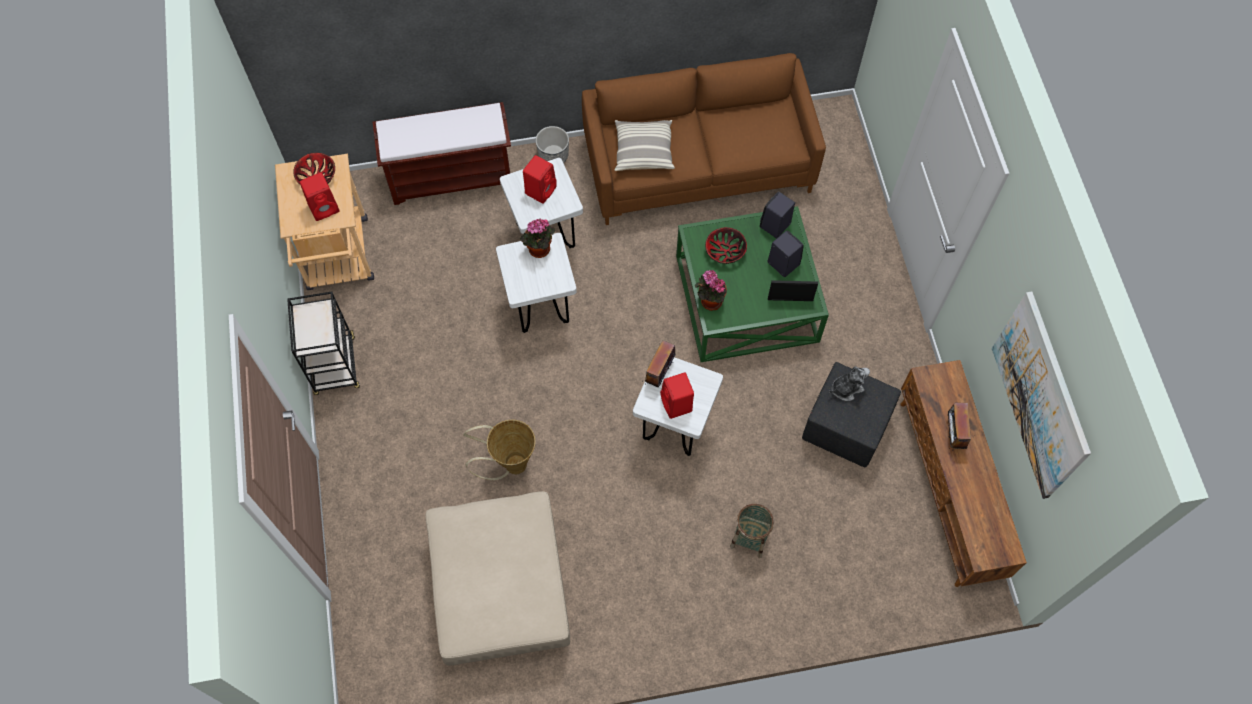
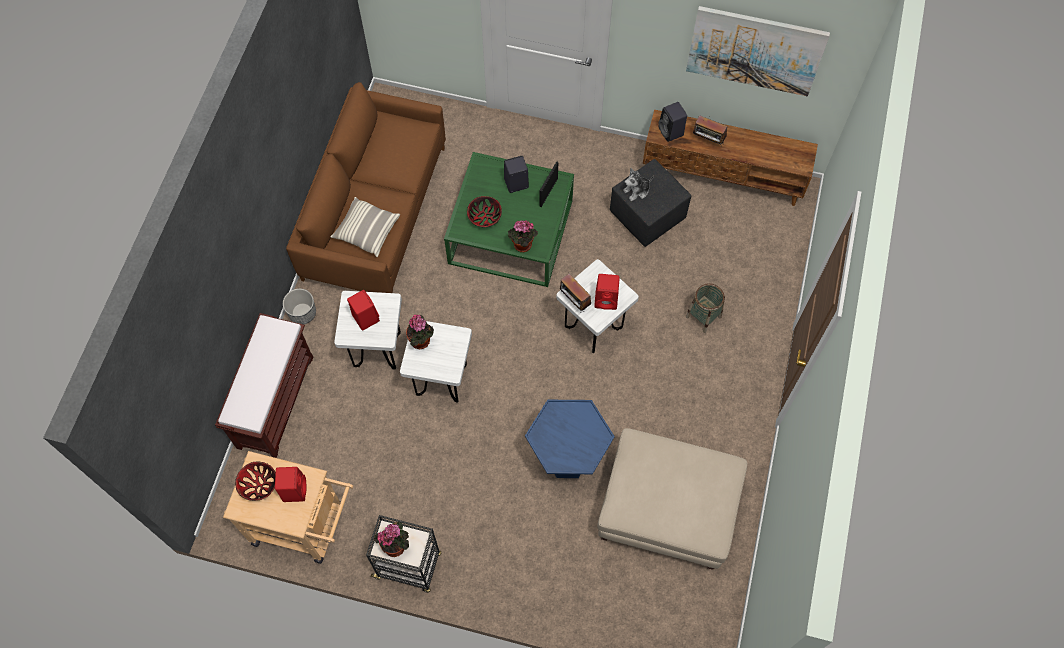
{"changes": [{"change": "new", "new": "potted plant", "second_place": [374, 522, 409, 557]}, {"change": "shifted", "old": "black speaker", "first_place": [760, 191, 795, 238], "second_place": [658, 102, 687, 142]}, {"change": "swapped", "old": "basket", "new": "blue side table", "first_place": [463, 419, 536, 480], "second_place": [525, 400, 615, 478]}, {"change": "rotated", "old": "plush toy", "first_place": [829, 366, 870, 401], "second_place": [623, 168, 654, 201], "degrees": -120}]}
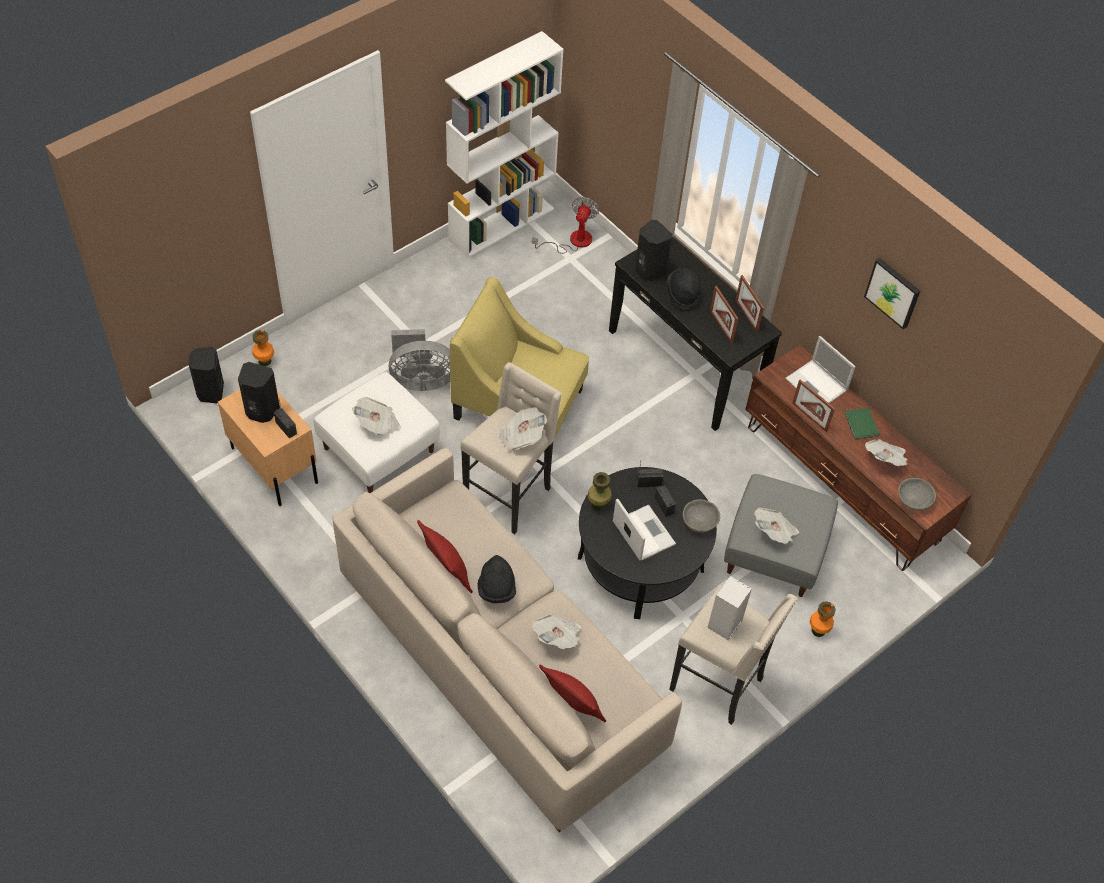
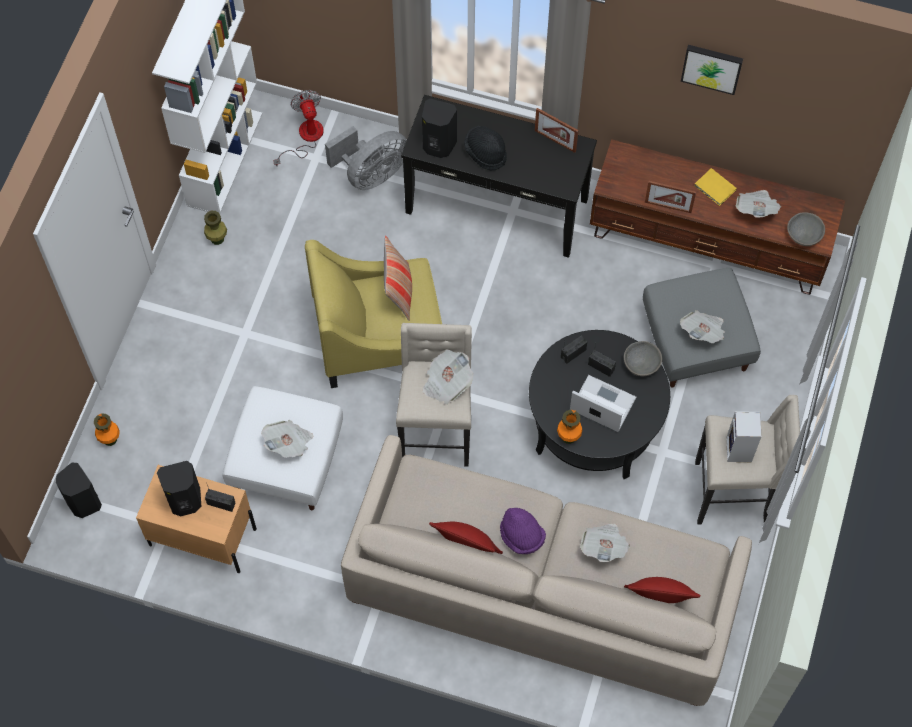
{"changes": [{"change": "gone", "old": "picture frame", "first_place": [710, 286, 739, 343]}, {"change": "gone", "old": "laptop", "first_place": [785, 336, 856, 403]}, {"change": "new", "new": "pillow", "second_place": [384, 236, 412, 321]}, {"change": "shifted", "old": "grey fan", "first_place": [389, 329, 450, 391], "second_place": [325, 126, 407, 190]}, {"change": "shifted", "old": "green vase", "first_place": [588, 472, 612, 510], "second_place": [204, 211, 227, 245]}, {"change": "shifted", "old": "orange vase", "first_place": [810, 601, 836, 637], "second_place": [557, 410, 582, 444]}, {"change": "repainted", "old": "black hat", "new": "purple hat", "first_place": [478, 555, 516, 603], "second_place": [500, 508, 546, 554]}, {"change": "repainted", "old": "green book", "new": "yellow book", "first_place": [844, 408, 880, 440], "second_place": [694, 168, 737, 206]}]}
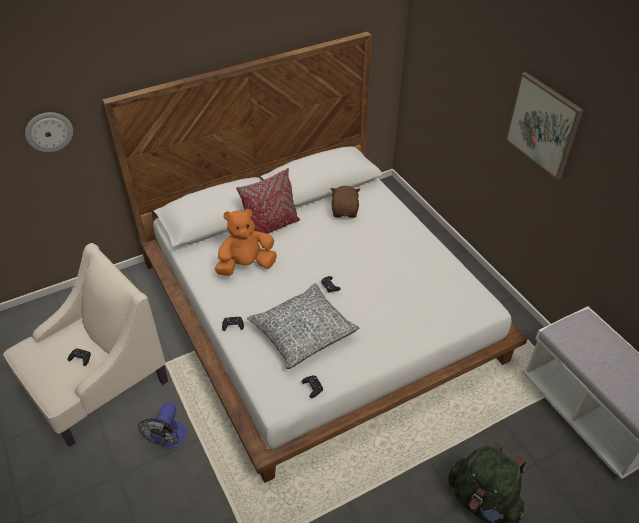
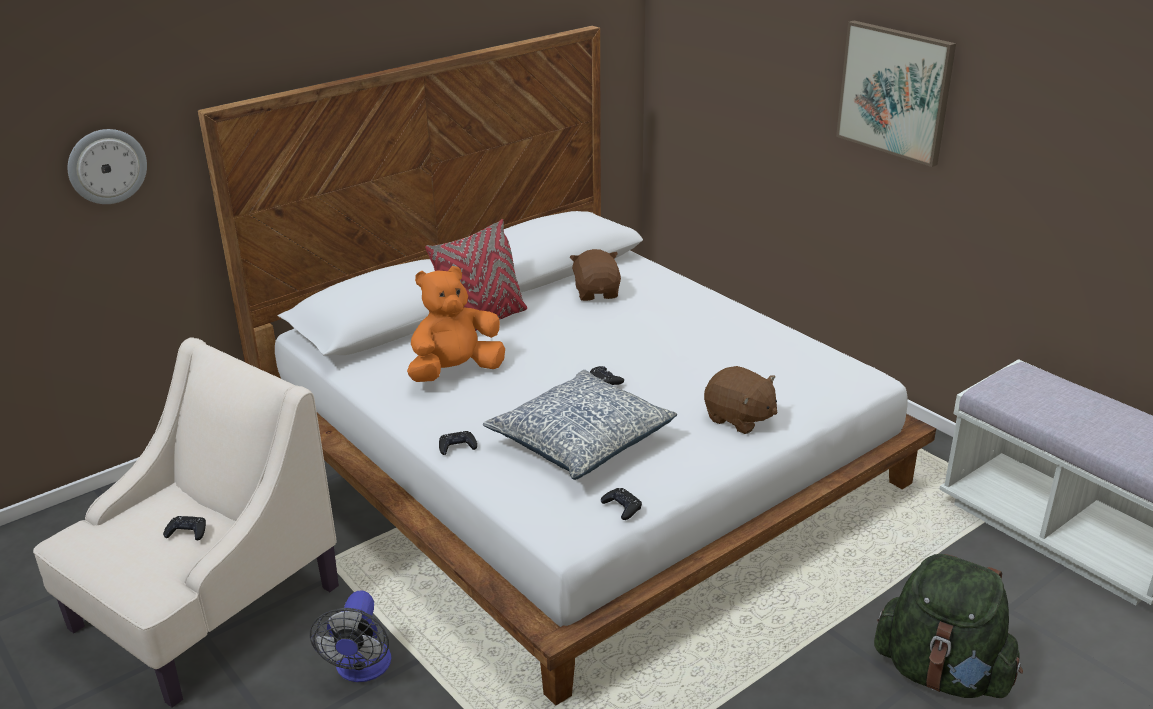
{"changes": [{"change": "new", "new": "brown plush toy", "second_place": [704, 366, 777, 434]}]}
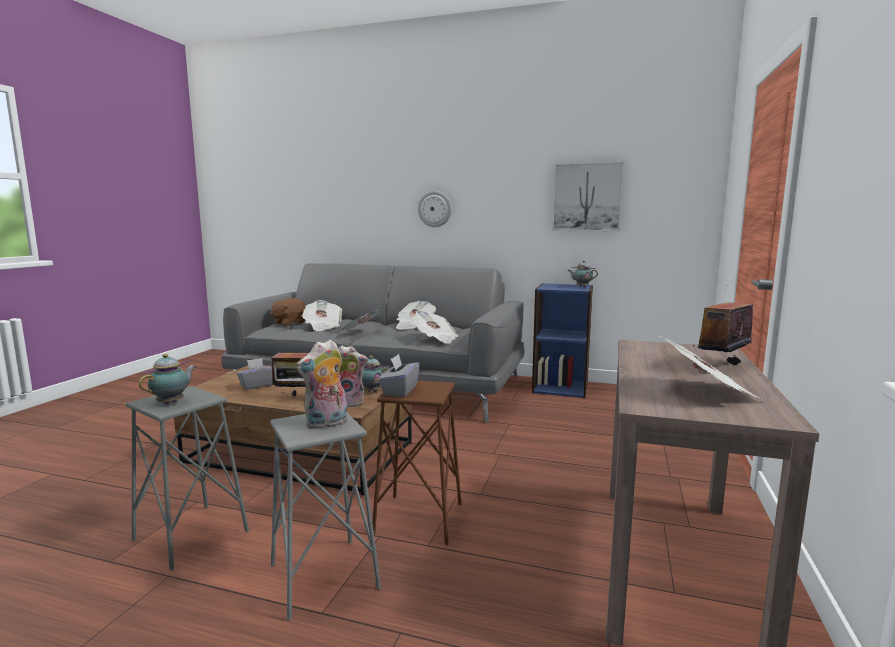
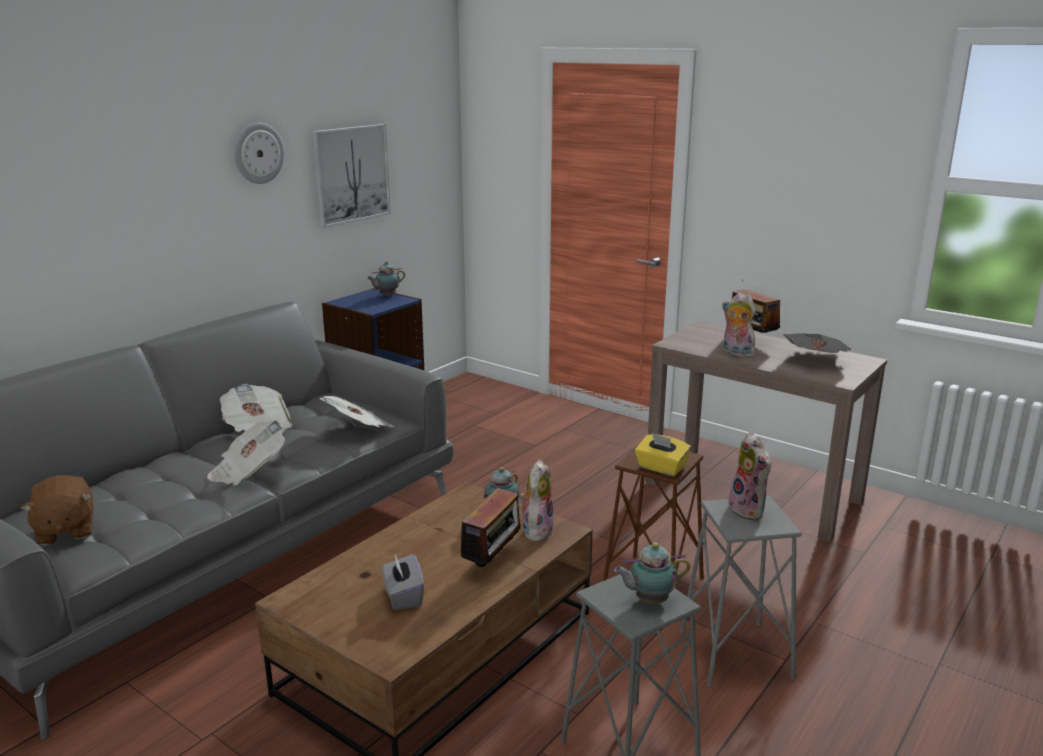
{"changes": [{"change": "gone", "old": "newspaper", "first_place": [302, 300, 342, 331]}, {"change": "new", "new": "plush toy", "second_place": [722, 293, 756, 357]}, {"change": "shifted", "old": "wall clock", "first_place": [418, 191, 452, 227], "second_place": [234, 123, 284, 184]}, {"change": "repainted", "old": "grey tissue box", "new": "yellow tissue box", "first_place": [379, 354, 420, 397], "second_place": [635, 433, 691, 476]}, {"change": "rotated", "old": "teapot", "first_place": [139, 354, 196, 405], "second_place": [614, 542, 690, 604], "degrees": -60}]}
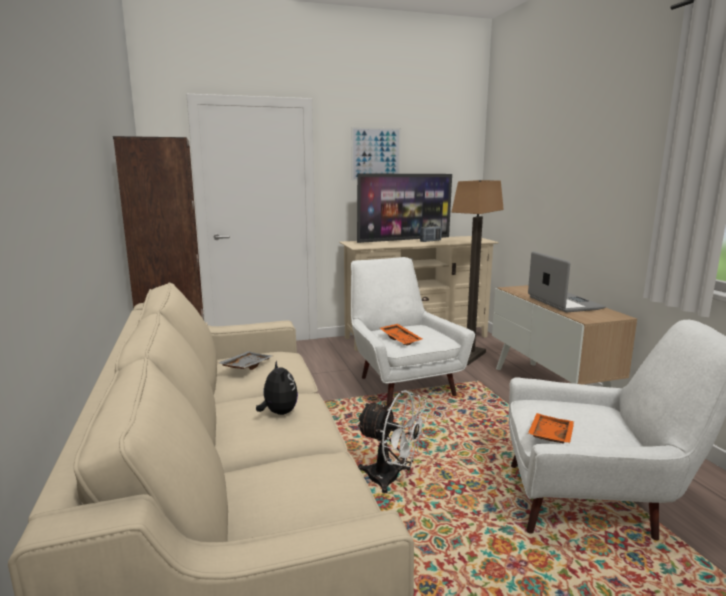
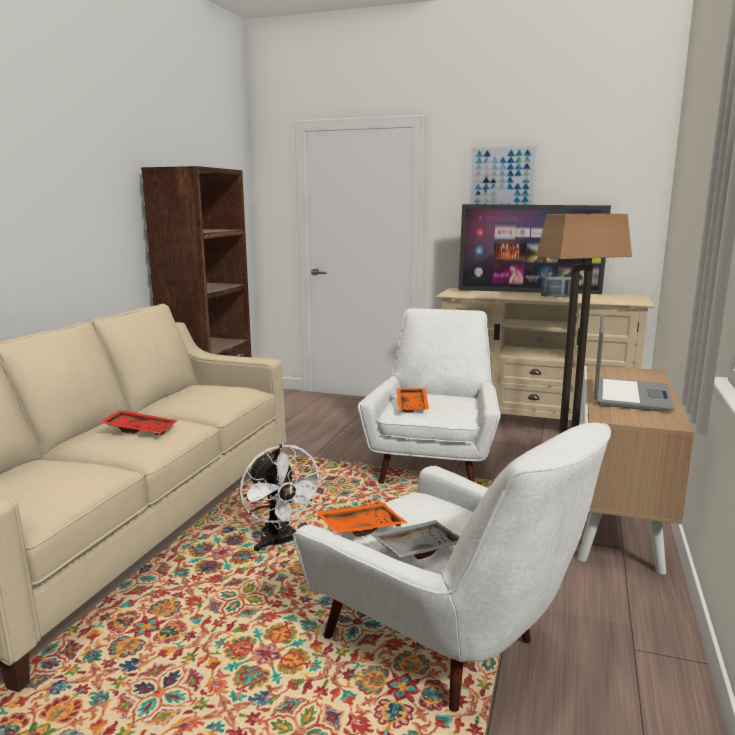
{"changes": [{"change": "shifted", "old": "grey tray", "first_place": [218, 351, 272, 370], "second_place": [370, 520, 460, 559]}, {"change": "swapped", "old": "plush toy", "new": "red tray", "first_place": [256, 360, 298, 415], "second_place": [101, 410, 177, 435]}]}
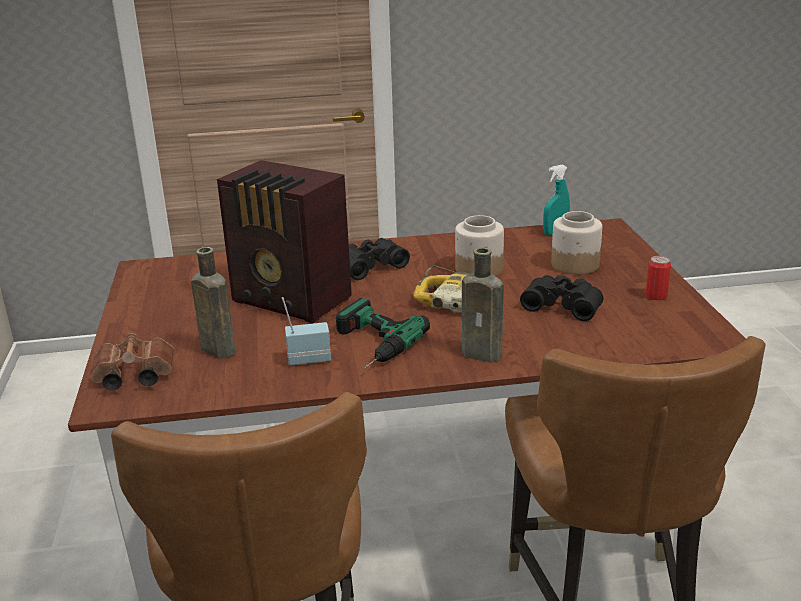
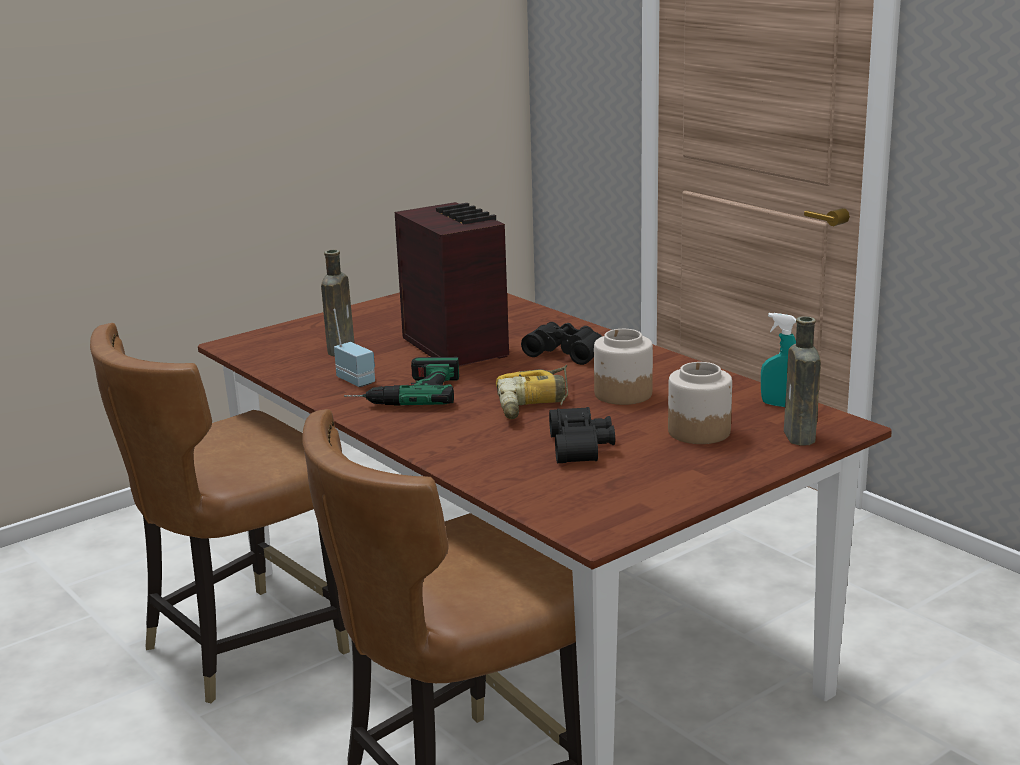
{"changes": [{"change": "gone", "old": "brown binoculars", "first_place": [91, 333, 174, 390]}, {"change": "gone", "old": "can", "first_place": [646, 256, 671, 300]}, {"change": "shifted", "old": "brown bottle", "first_place": [462, 248, 504, 363], "second_place": [784, 316, 821, 446]}, {"change": "rotated", "old": "radio", "first_place": [217, 160, 352, 323], "second_place": [395, 202, 509, 366], "degrees": 150}]}
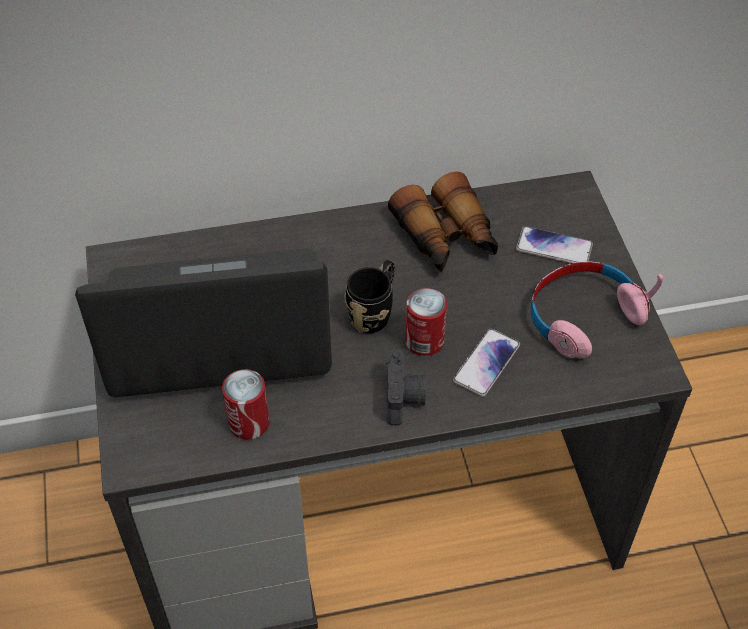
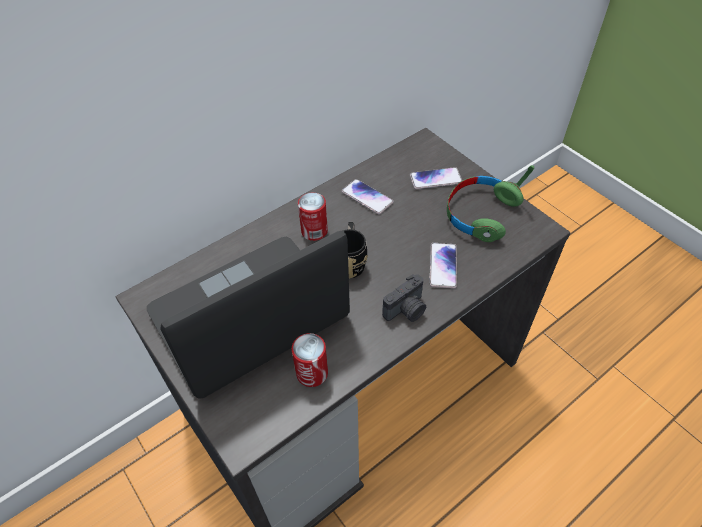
{"changes": [{"change": "shifted", "old": "can", "first_place": [405, 288, 447, 356], "second_place": [298, 193, 328, 241]}, {"change": "swapped", "old": "binoculars", "new": "phone", "first_place": [388, 172, 498, 272], "second_place": [342, 179, 393, 215]}, {"change": "repainted", "old": "pink headphones", "new": "green headphones", "first_place": [531, 261, 663, 359], "second_place": [447, 165, 534, 242]}, {"change": "rotated", "old": "photo camera", "first_place": [386, 349, 426, 425], "second_place": [382, 274, 426, 322], "degrees": 75}]}
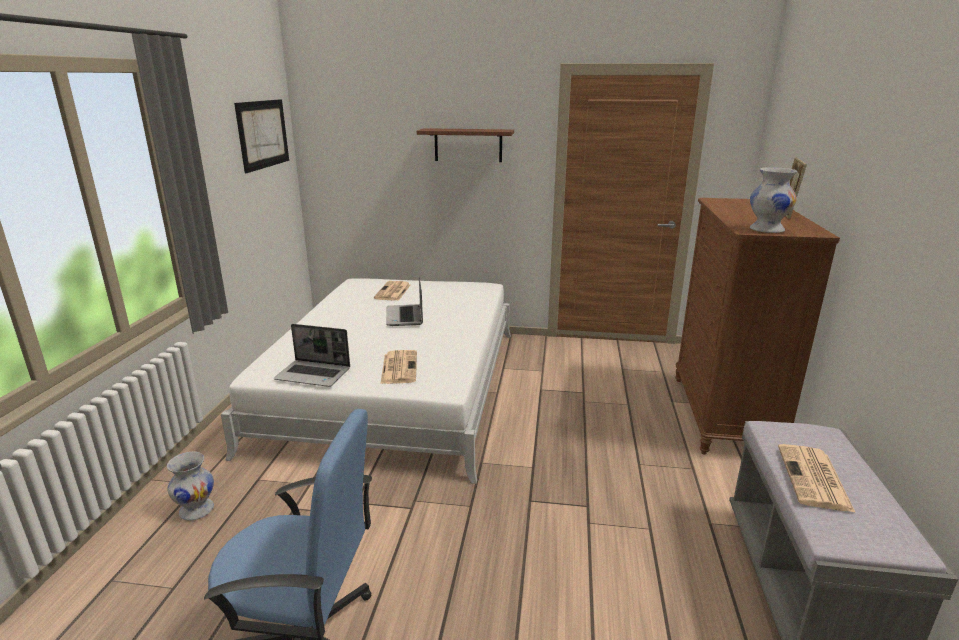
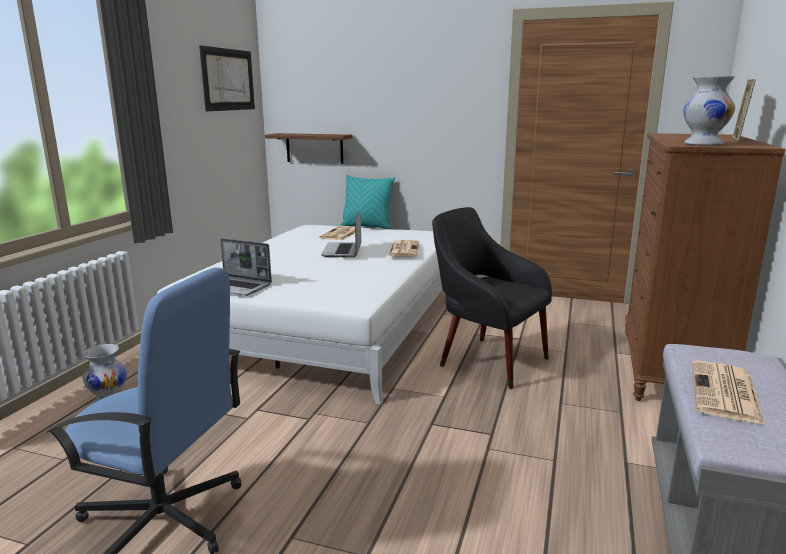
{"changes": [{"change": "new", "new": "turquoise pillow", "second_place": [340, 175, 395, 229]}, {"change": "new", "new": "black armchair", "second_place": [432, 207, 552, 389]}, {"change": "shifted", "old": "newspaper", "first_place": [380, 350, 417, 384], "second_place": [388, 240, 419, 257]}, {"change": "shifted", "old": "brown shelf", "first_place": [417, 128, 514, 162], "second_place": [265, 133, 353, 164]}]}
